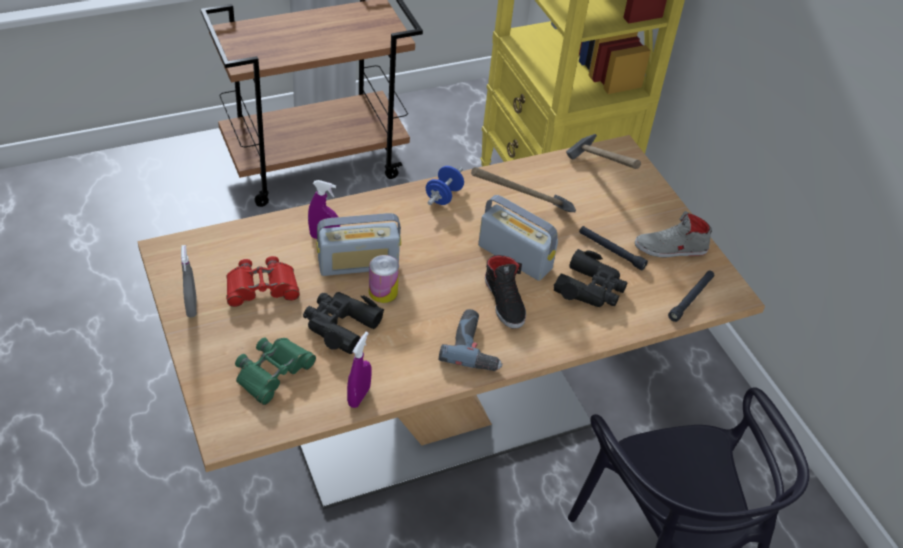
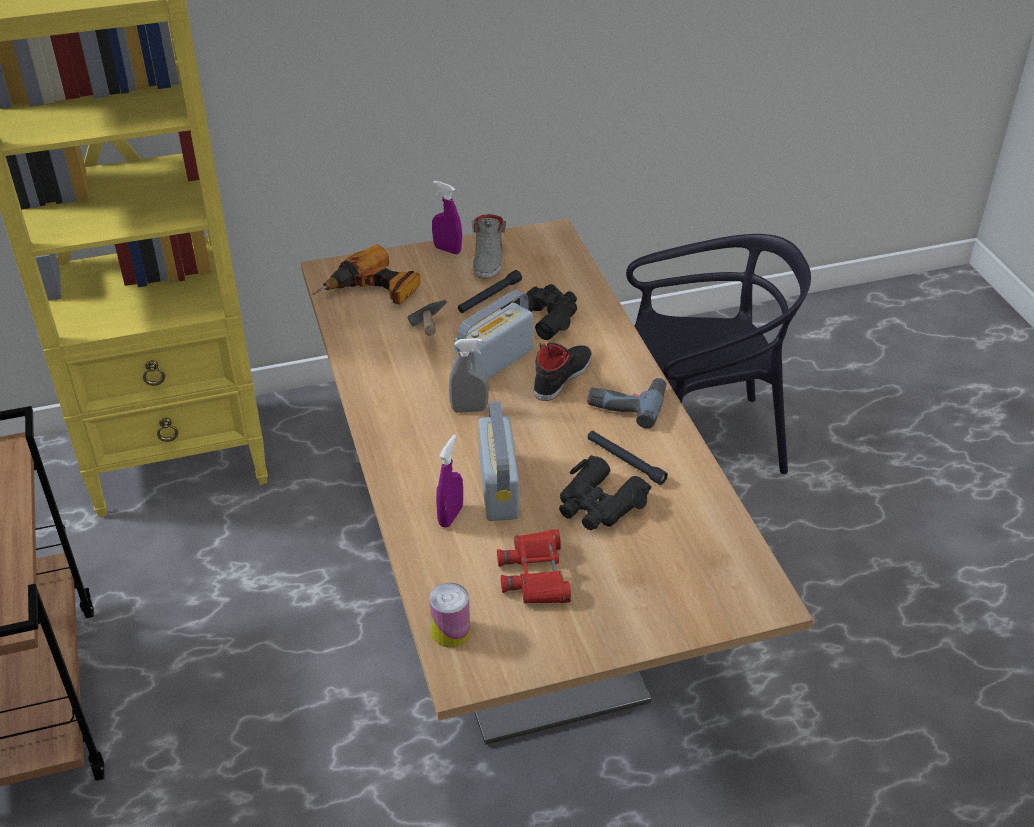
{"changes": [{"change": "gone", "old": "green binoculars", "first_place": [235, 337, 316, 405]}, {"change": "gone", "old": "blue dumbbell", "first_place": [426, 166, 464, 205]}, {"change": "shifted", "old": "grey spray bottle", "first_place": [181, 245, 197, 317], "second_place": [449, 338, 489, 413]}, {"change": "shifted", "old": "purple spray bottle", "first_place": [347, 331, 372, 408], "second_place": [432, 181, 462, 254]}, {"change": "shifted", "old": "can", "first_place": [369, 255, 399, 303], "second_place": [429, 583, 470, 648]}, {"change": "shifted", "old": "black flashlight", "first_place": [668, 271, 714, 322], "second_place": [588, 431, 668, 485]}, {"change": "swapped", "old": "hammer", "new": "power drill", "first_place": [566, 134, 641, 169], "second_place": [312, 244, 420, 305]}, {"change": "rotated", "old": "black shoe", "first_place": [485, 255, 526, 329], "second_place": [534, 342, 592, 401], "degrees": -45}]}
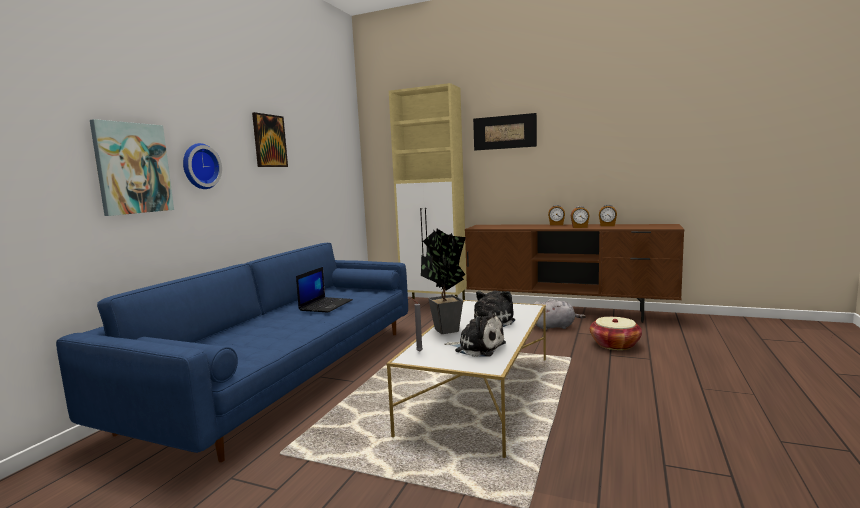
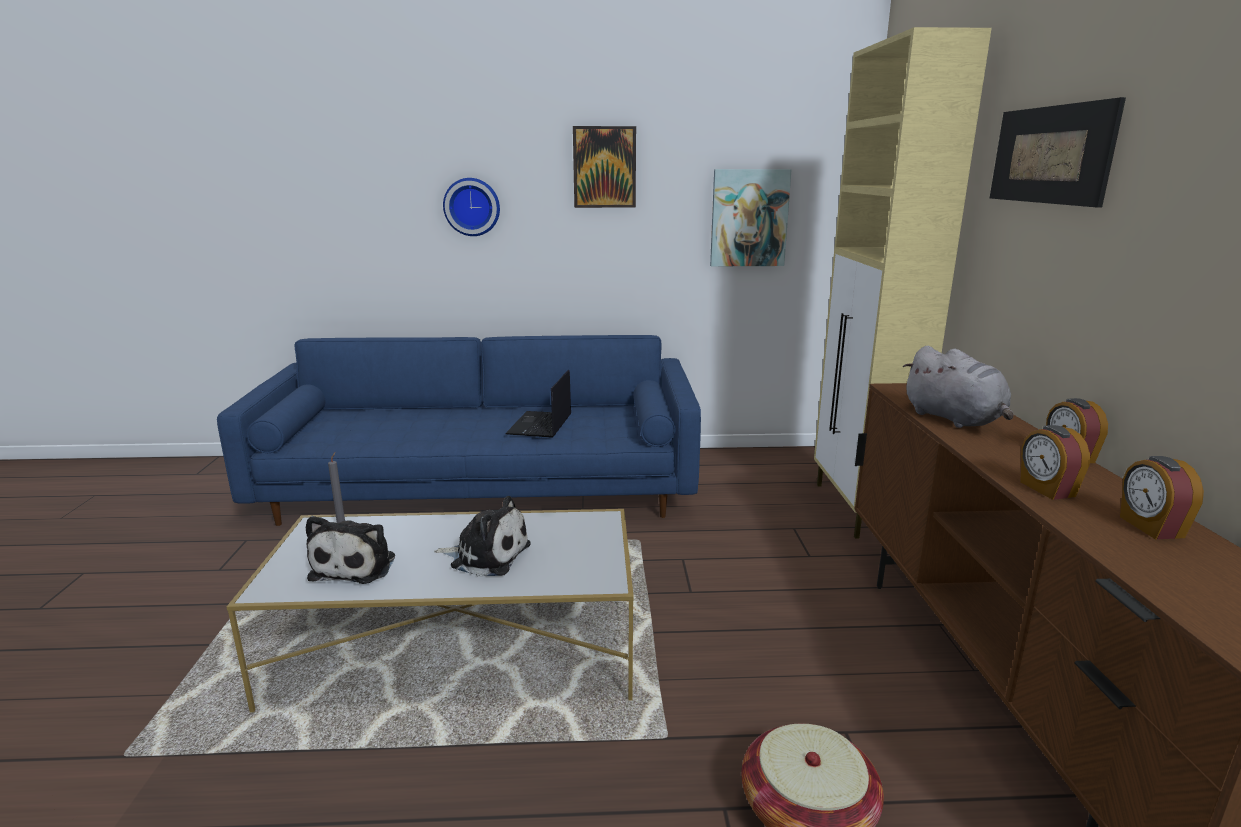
{"changes": [{"change": "gone", "old": "potted plant", "first_place": [421, 229, 466, 334]}, {"change": "shifted", "old": "picture", "first_place": [90, 119, 174, 216], "second_place": [710, 169, 792, 267]}, {"change": "shifted", "old": "grey plush toy", "first_place": [533, 299, 586, 330], "second_place": [903, 346, 1013, 428]}, {"change": "rotated", "old": "laptop", "first_place": [296, 267, 353, 312], "second_place": [505, 369, 571, 438], "degrees": 105}]}
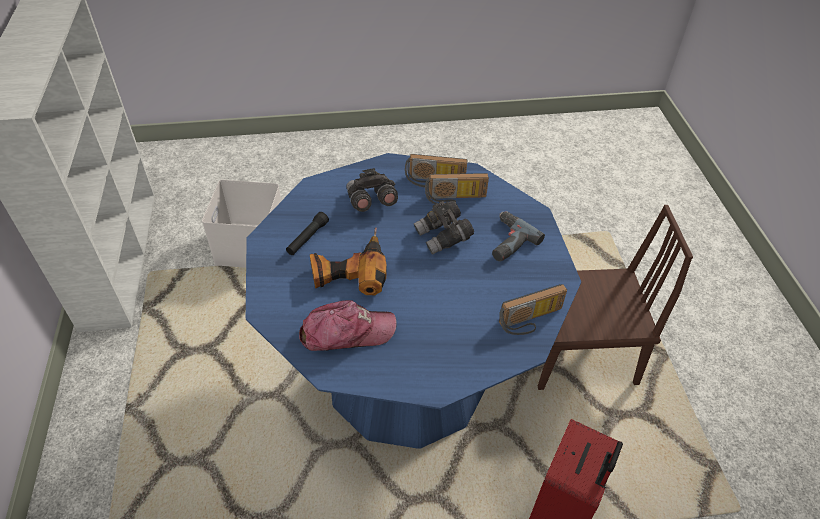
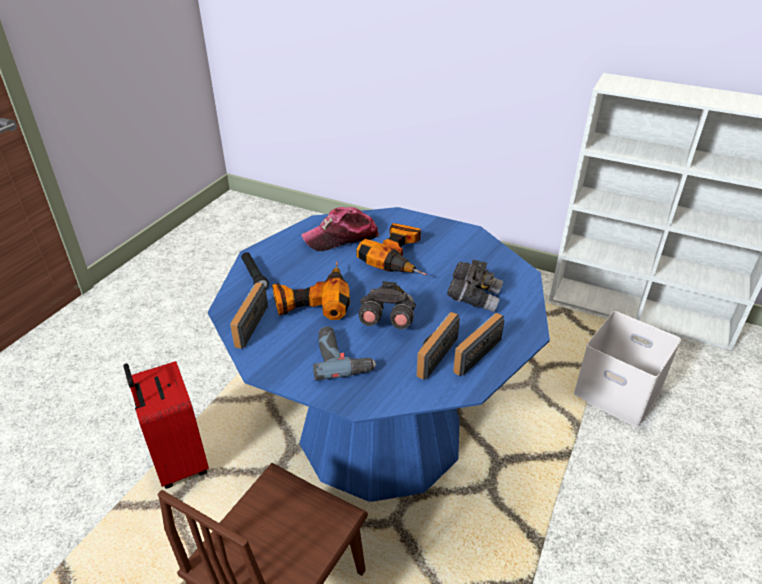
{"changes": [{"change": "new", "new": "power drill", "second_place": [272, 262, 350, 320]}, {"change": "shifted", "old": "black flashlight", "first_place": [286, 212, 329, 255], "second_place": [241, 252, 269, 289]}, {"change": "rotated", "old": "cap", "first_place": [299, 300, 397, 351], "second_place": [301, 207, 379, 251], "degrees": 45}]}
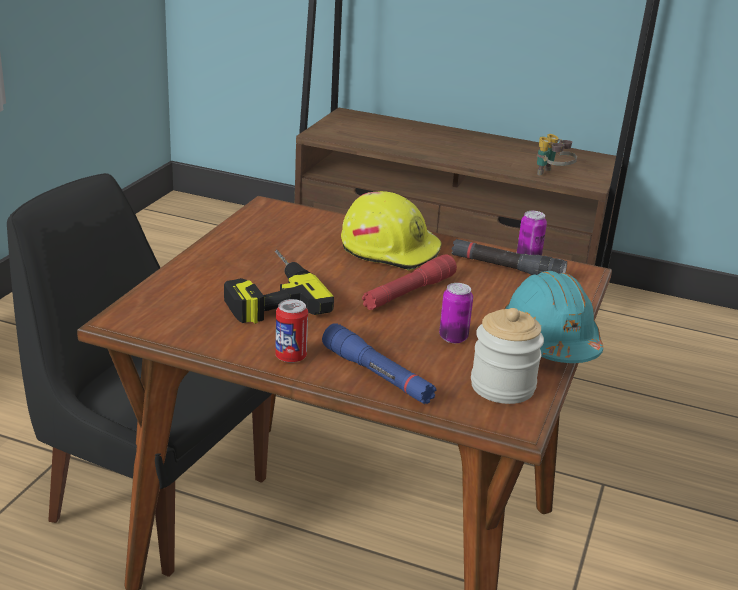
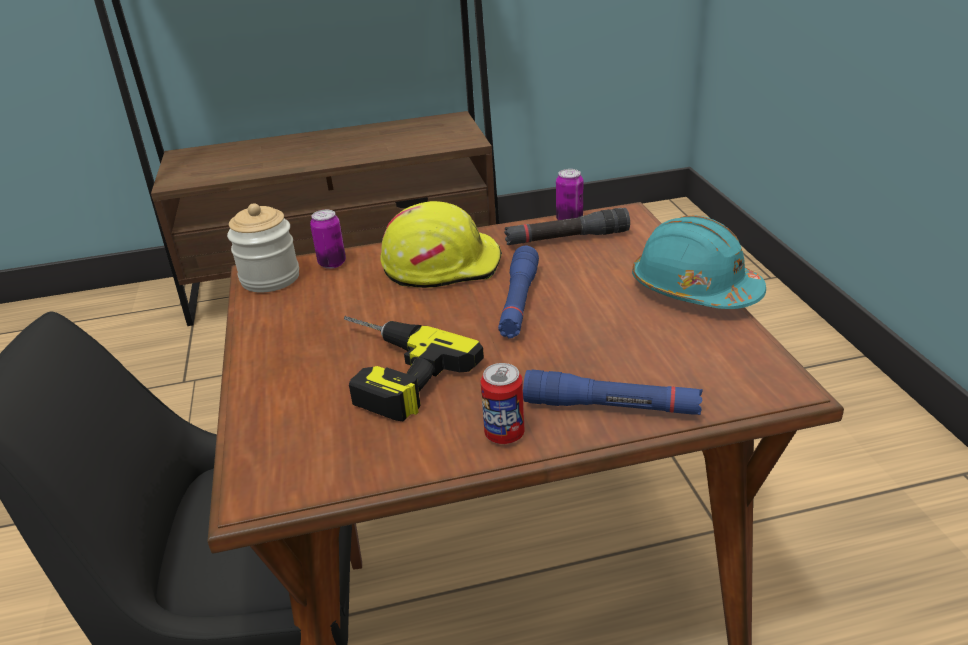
{"changes": [{"change": "gone", "old": "binoculars", "first_place": [537, 134, 577, 176]}, {"change": "shifted", "old": "can", "first_place": [439, 283, 473, 343], "second_place": [310, 210, 346, 269]}, {"change": "shifted", "old": "jar", "first_place": [471, 308, 544, 404], "second_place": [227, 203, 299, 292]}, {"change": "repainted", "old": "red flashlight", "new": "blue flashlight", "first_place": [362, 254, 457, 310], "second_place": [498, 246, 539, 338]}]}
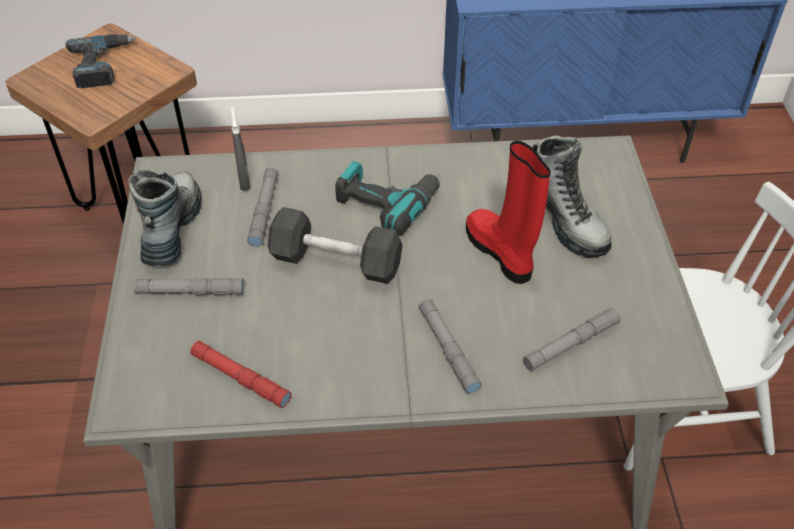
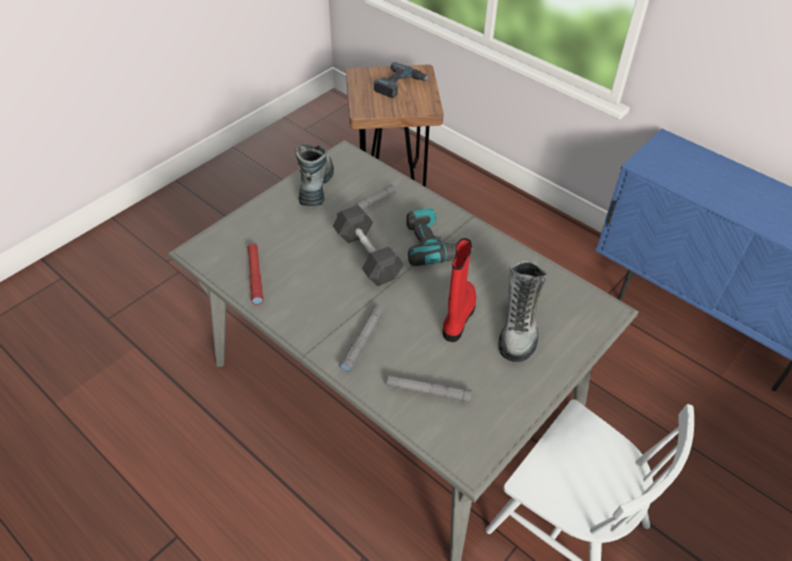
{"changes": [{"change": "gone", "old": "grey flashlight", "first_place": [134, 278, 244, 295]}, {"change": "gone", "old": "grey spray bottle", "first_place": [230, 107, 250, 191]}, {"change": "rotated", "old": "boot", "first_place": [129, 169, 202, 266], "second_place": [296, 143, 334, 206], "degrees": -45}]}
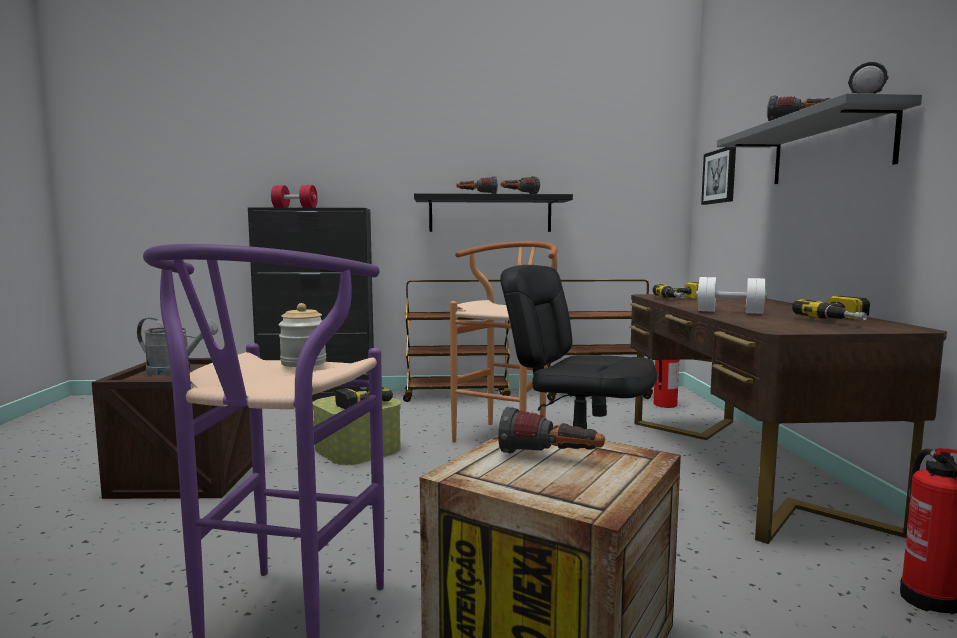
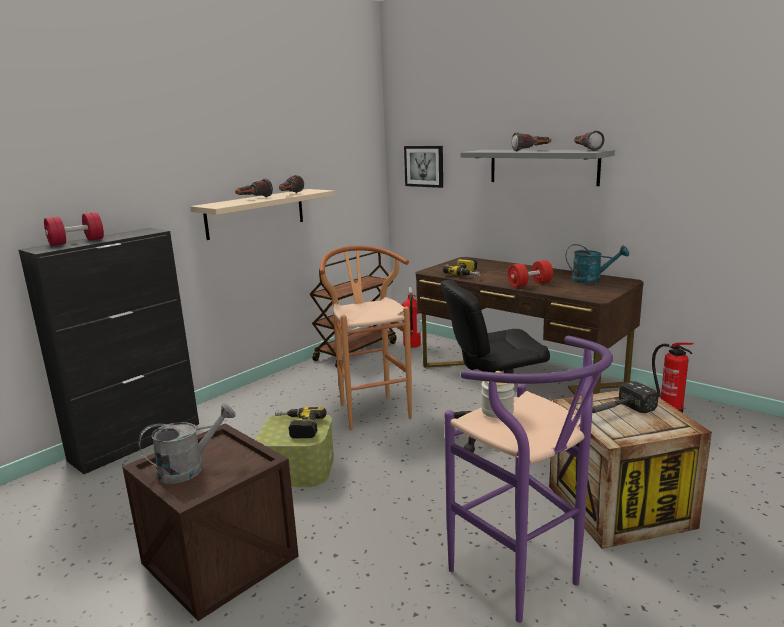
{"changes": [{"change": "gone", "old": "brown cart", "first_place": [403, 280, 511, 402]}, {"change": "swapped", "old": "flashlight", "new": "hammer", "first_place": [498, 407, 605, 453], "second_place": [592, 381, 658, 413]}, {"change": "swapped", "old": "power drill", "new": "turquoise watering can", "first_place": [792, 296, 870, 321], "second_place": [566, 244, 629, 284]}, {"change": "repainted", "old": "black shelf", "new": "beige shelf", "first_place": [414, 193, 573, 232], "second_place": [190, 189, 335, 240]}, {"change": "repainted", "old": "white dumbbell", "new": "red dumbbell", "first_place": [696, 277, 767, 314], "second_place": [508, 260, 553, 287]}]}
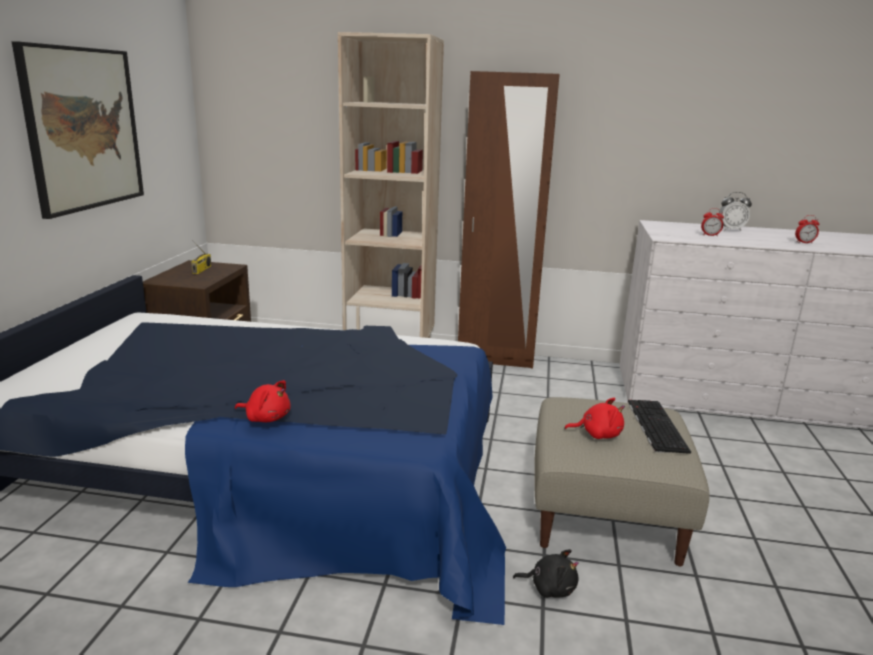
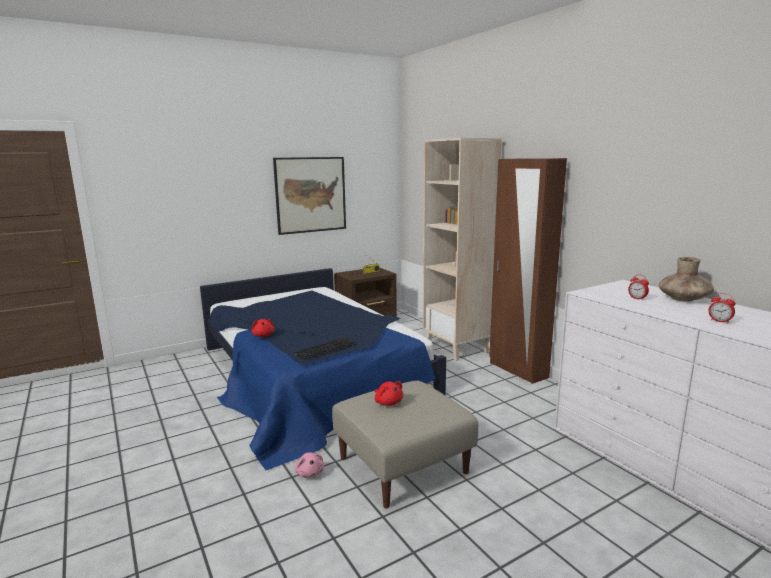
{"changes": [{"change": "shifted", "old": "keyboard", "first_place": [628, 400, 691, 454], "second_place": [294, 337, 356, 360]}, {"change": "swapped", "old": "alarm clock", "new": "brown vase", "first_place": [718, 192, 752, 231], "second_place": [659, 257, 714, 302]}, {"change": "repainted", "old": "black plush toy", "new": "pink plush toy", "first_place": [513, 549, 579, 598], "second_place": [295, 452, 324, 478]}]}
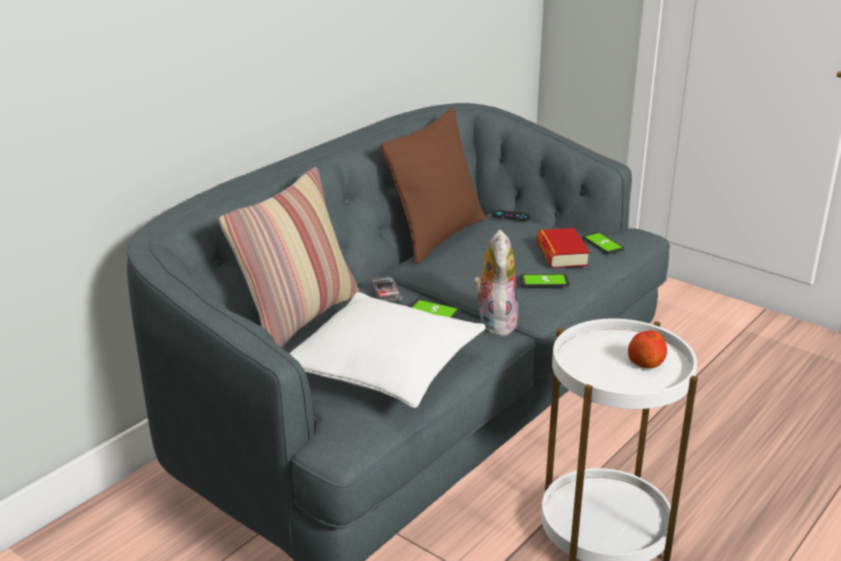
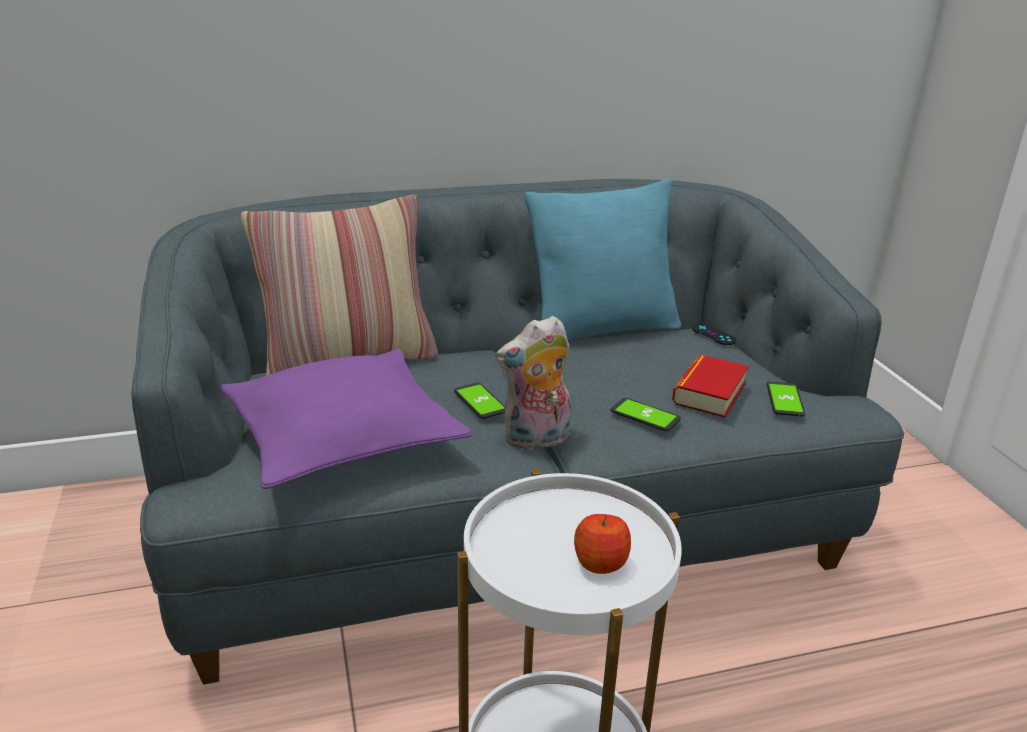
{"changes": [{"change": "gone", "old": "phone", "first_place": [370, 276, 403, 302]}, {"change": "repainted", "old": "white pillow", "new": "purple pillow", "first_place": [289, 292, 486, 408], "second_place": [220, 349, 472, 489]}, {"change": "repainted", "old": "brown pillow", "new": "turquoise pillow", "first_place": [380, 107, 485, 264], "second_place": [525, 179, 681, 341]}, {"change": "rotated", "old": "plush toy", "first_place": [473, 229, 518, 336], "second_place": [496, 316, 570, 450], "degrees": -150}]}
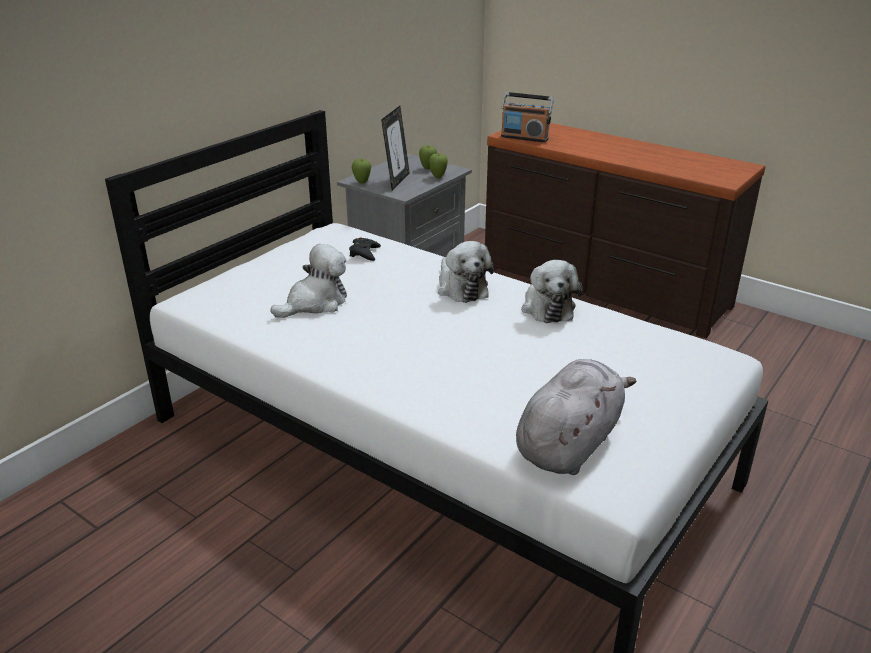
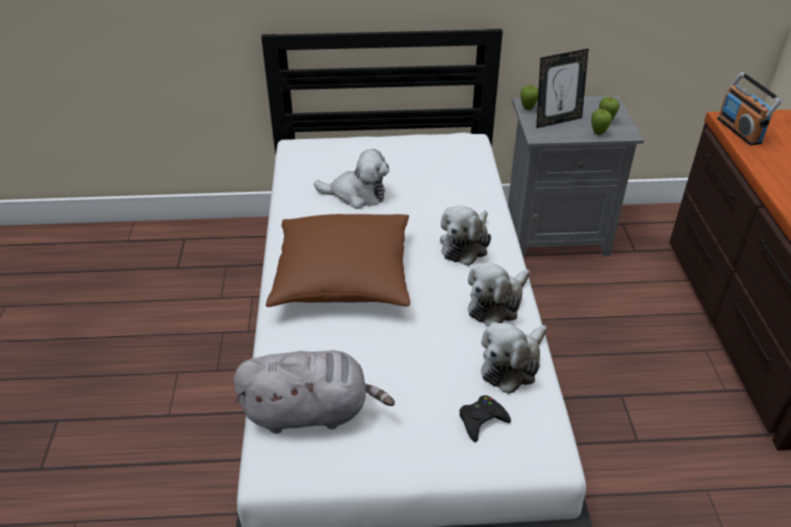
{"changes": [{"change": "new", "new": "brown pillow", "second_place": [266, 214, 410, 307]}, {"change": "new", "new": "plush toy", "second_place": [481, 322, 547, 394]}, {"change": "shifted", "old": "black game controller", "first_place": [349, 237, 381, 261], "second_place": [460, 395, 511, 442]}]}
